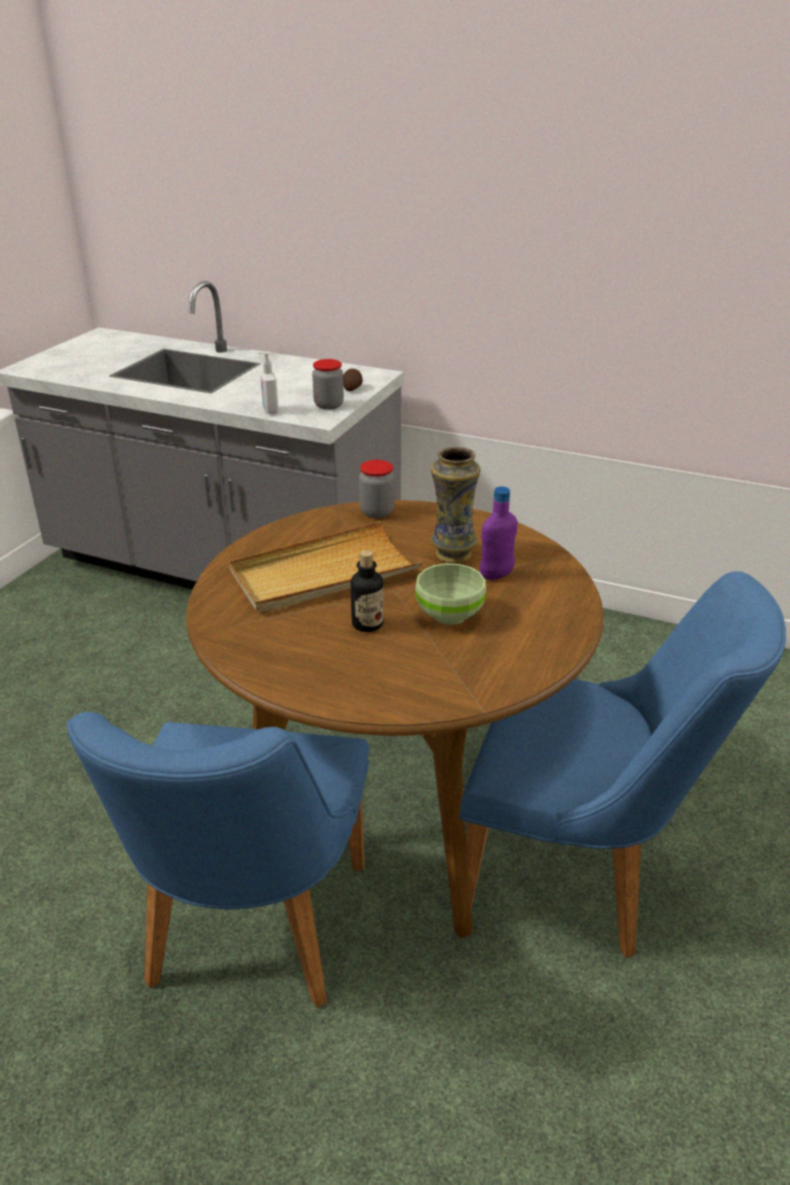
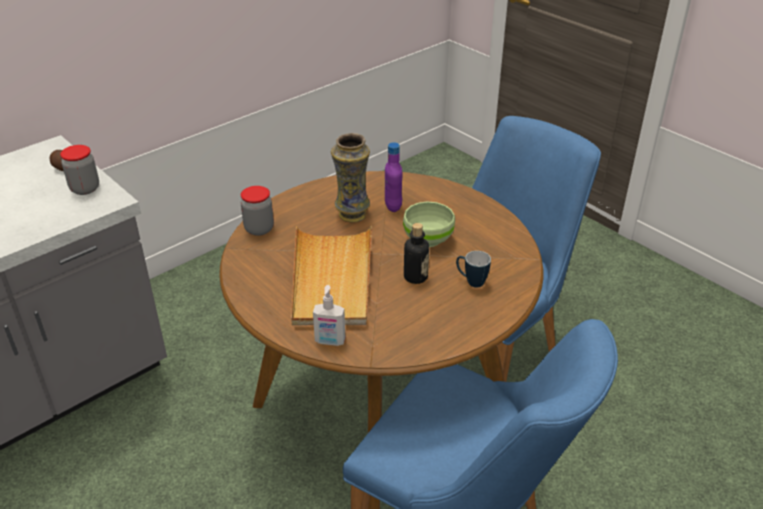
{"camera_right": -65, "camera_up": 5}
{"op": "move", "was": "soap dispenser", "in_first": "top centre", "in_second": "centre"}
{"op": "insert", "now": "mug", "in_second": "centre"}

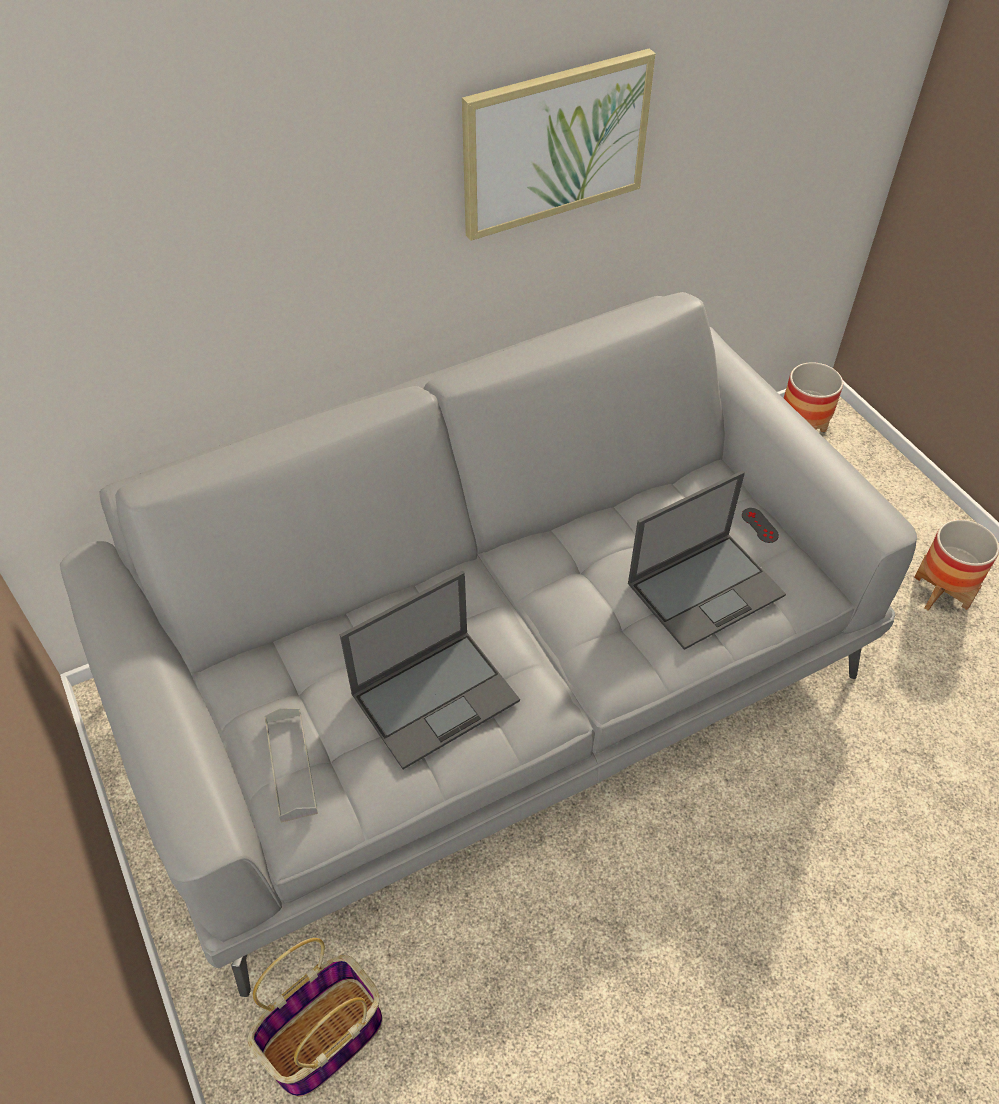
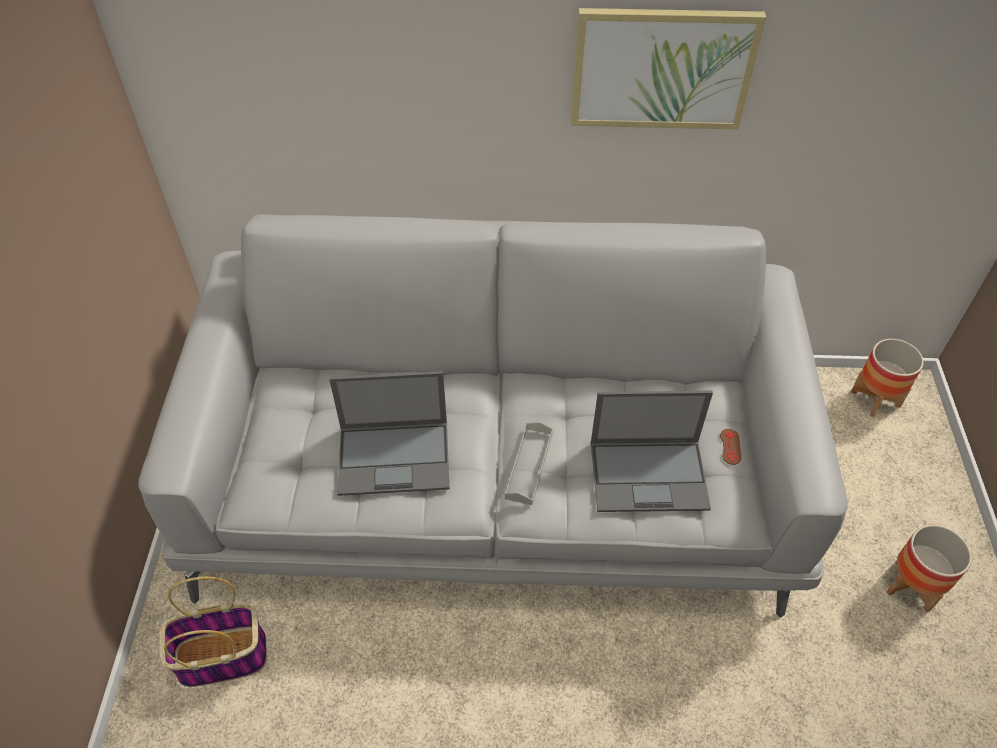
{"camera_right": 30, "camera_up": 0}
{"op": "move", "was": "grey tray", "in_first": "bottom left", "in_second": "centre"}
{"op": "recolor", "was": "grey game controller", "now": "brown game controller", "in_first": "middle right", "in_second": "middle right"}

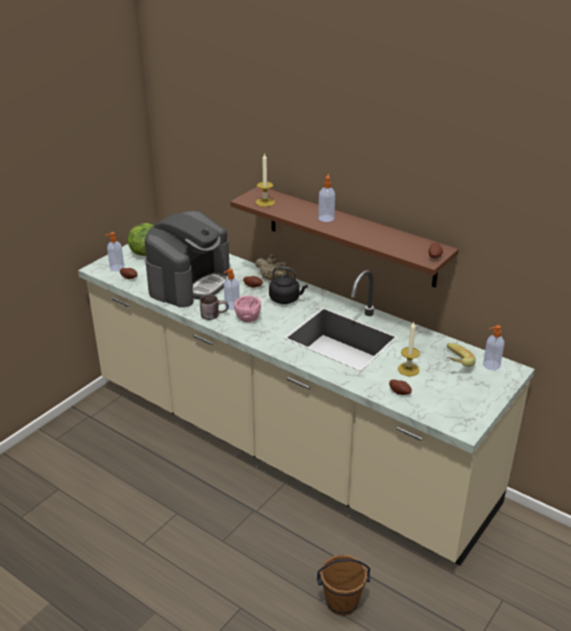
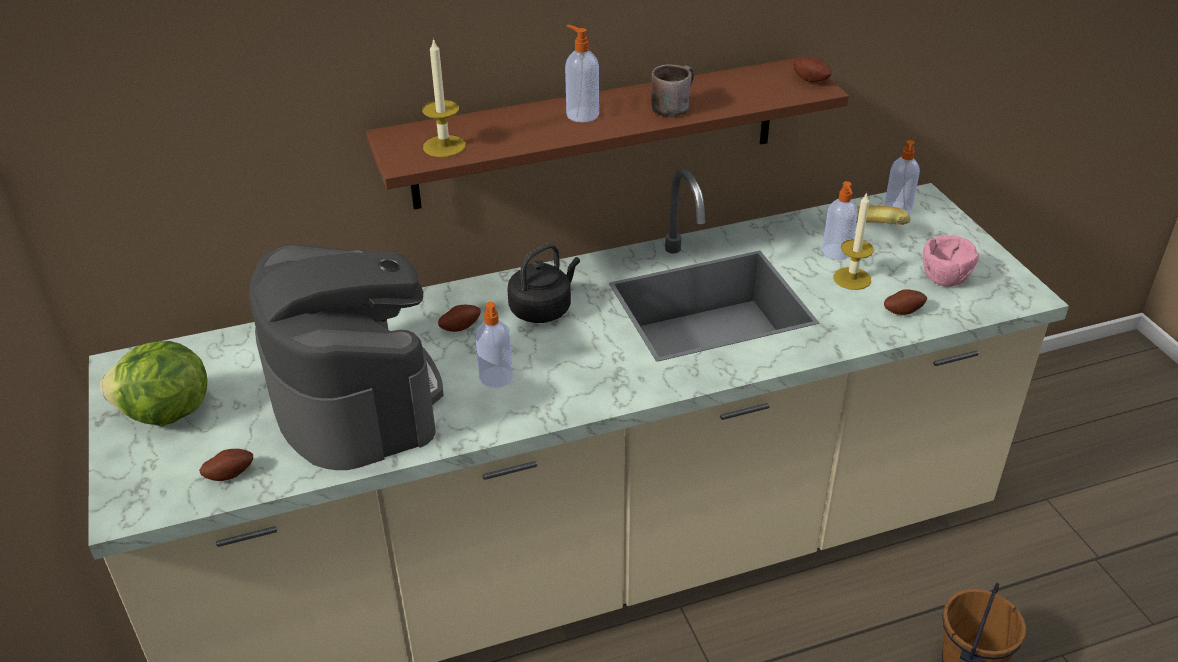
{"camera_right": -55, "camera_up": 5}
{"op": "move", "was": "soap dispenser (1st from left in the first image)", "now": "soap dispenser (3rd from left)", "in_first": "middle left", "in_second": "top right"}
{"op": "move", "was": "brown mug", "in_first": "centre", "in_second": "top centre"}
{"op": "move", "was": "pink bowl", "in_first": "centre", "in_second": "middle right"}
{"op": "delete", "was": "beige teapot", "in_first": "centre"}

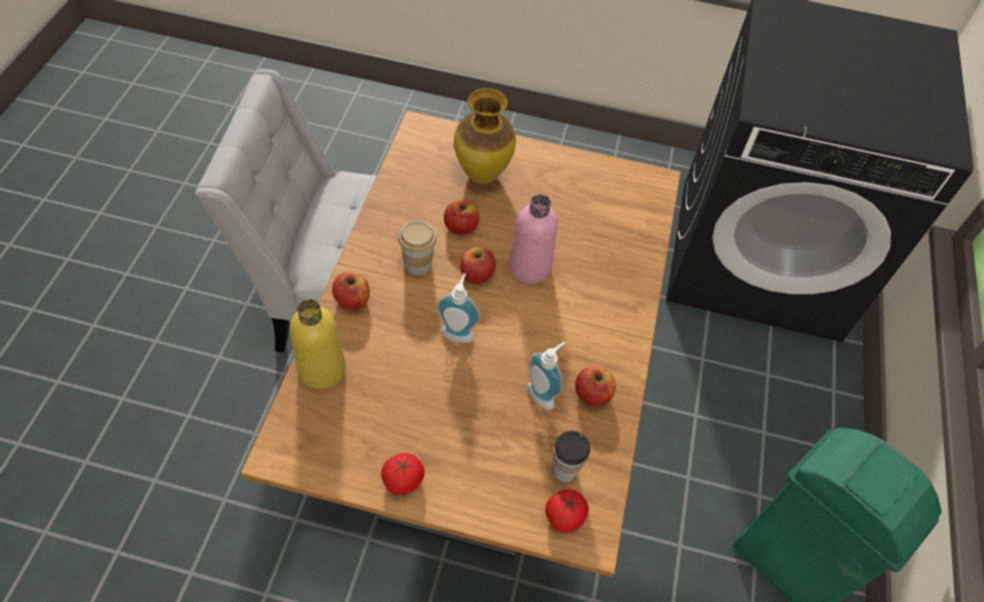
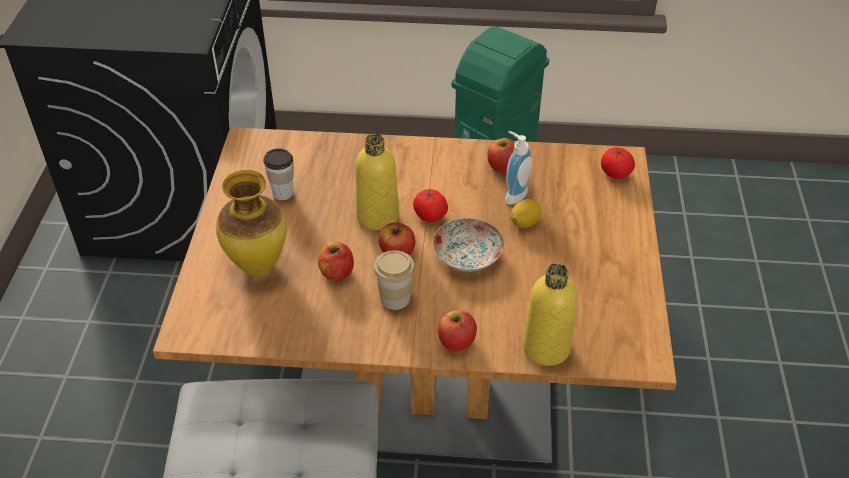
{"camera_right": -95, "camera_up": -10}
{"op": "move", "was": "tomato (1st from left)", "in_first": "bottom centre", "in_second": "centre"}
{"op": "replace", "was": "soap dispenser (1st from left)", "now": "plate", "in_first": "centre", "in_second": "centre"}
{"op": "recolor", "was": "pink bottle", "now": "yellow bottle (1st from left)", "in_first": "centre", "in_second": "centre"}
{"op": "move", "was": "cup (2nd from left in the first image)", "now": "cup (1st from left)", "in_first": "bottom centre", "in_second": "middle left"}
{"op": "insert", "now": "lemon", "in_second": "centre"}

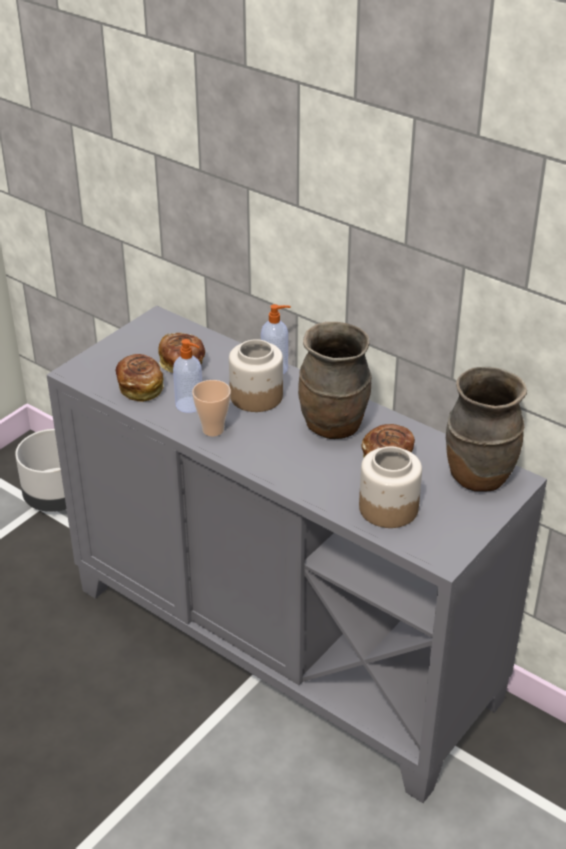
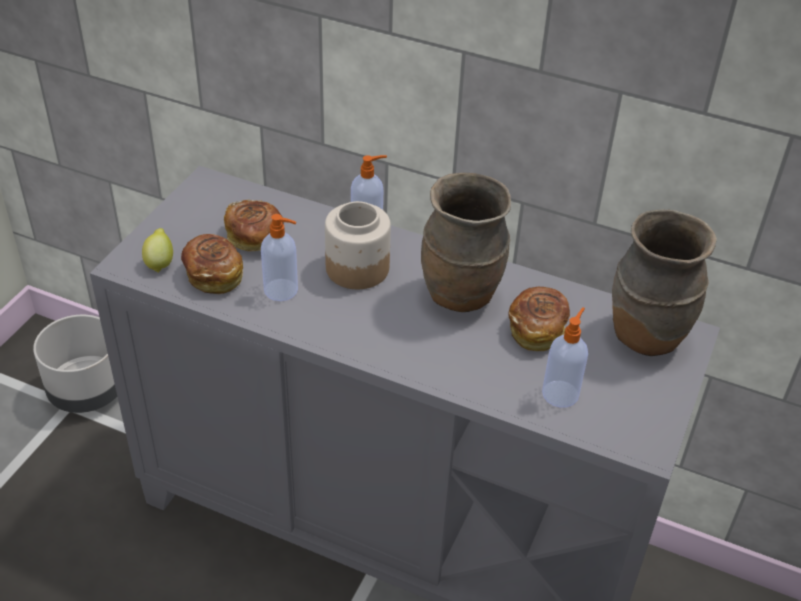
{"camera_right": -15, "camera_up": 5}
{"op": "delete", "was": "cup", "in_first": "centre"}
{"op": "replace", "was": "jar (2nd from left)", "now": "soap dispenser (3rd from left)", "in_first": "middle right", "in_second": "middle right"}
{"op": "insert", "now": "lemon", "in_second": "middle left"}

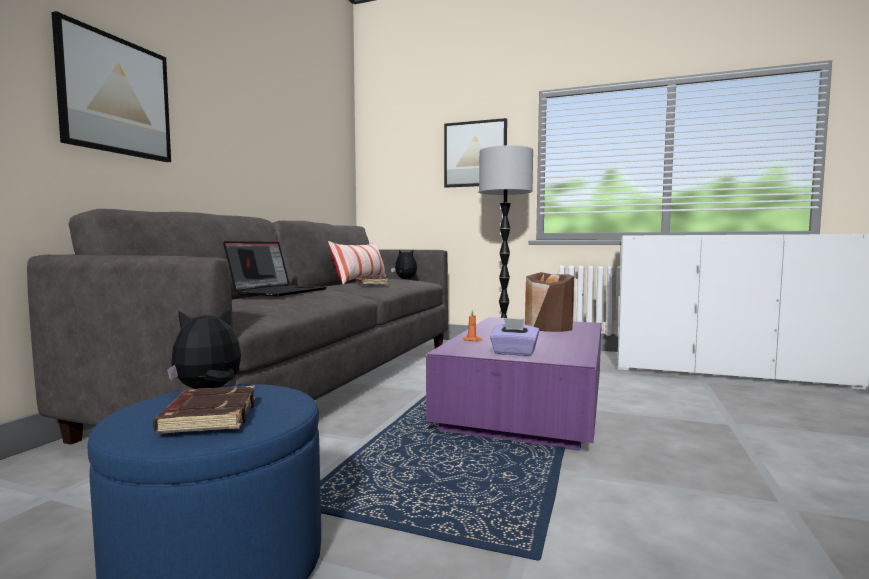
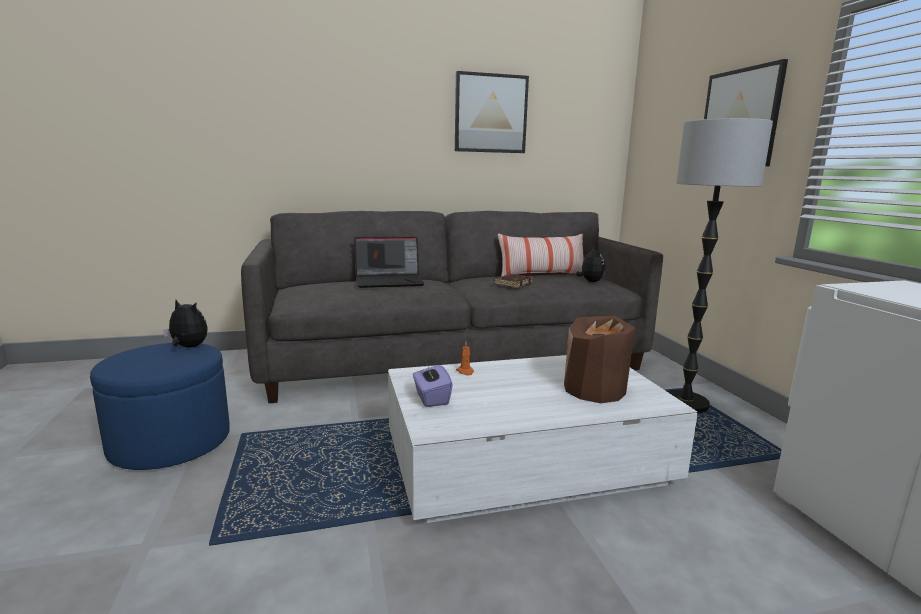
{"camera_right": 55, "camera_up": 10}
{"op": "move", "was": "picture (1st from left)", "in_first": "top left", "in_second": "top centre"}
{"op": "delete", "was": "brown book (1st from left)", "in_first": "bottom left"}
{"op": "recolor", "was": "purple coffee table", "now": "white coffee table", "in_first": "centre", "in_second": "bottom centre"}

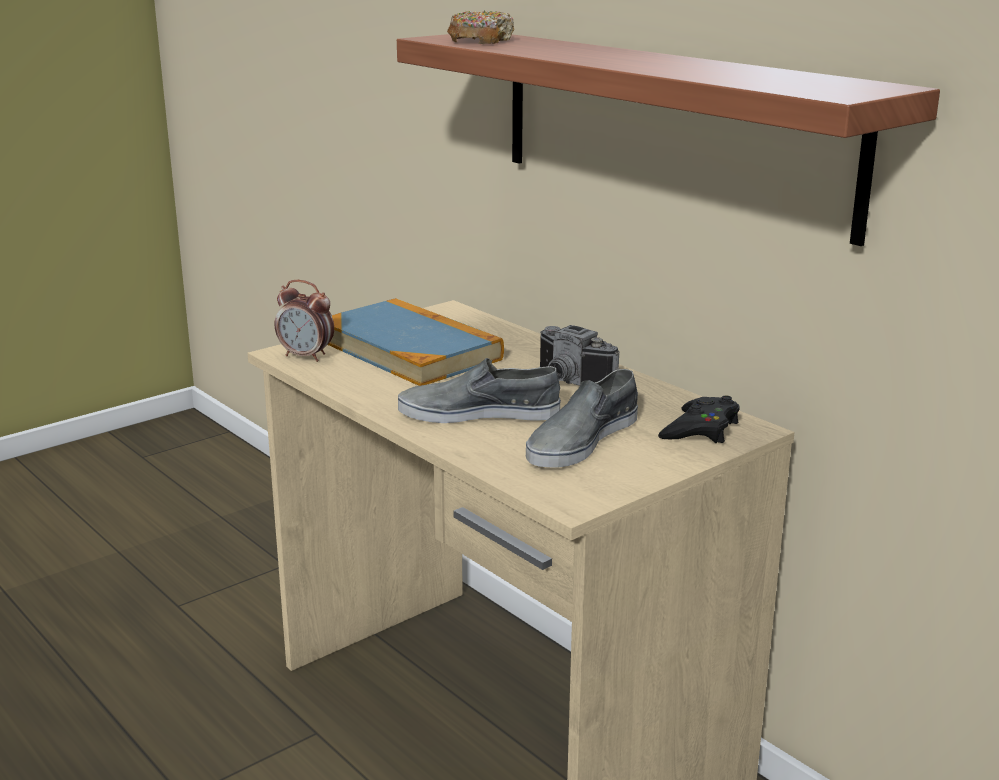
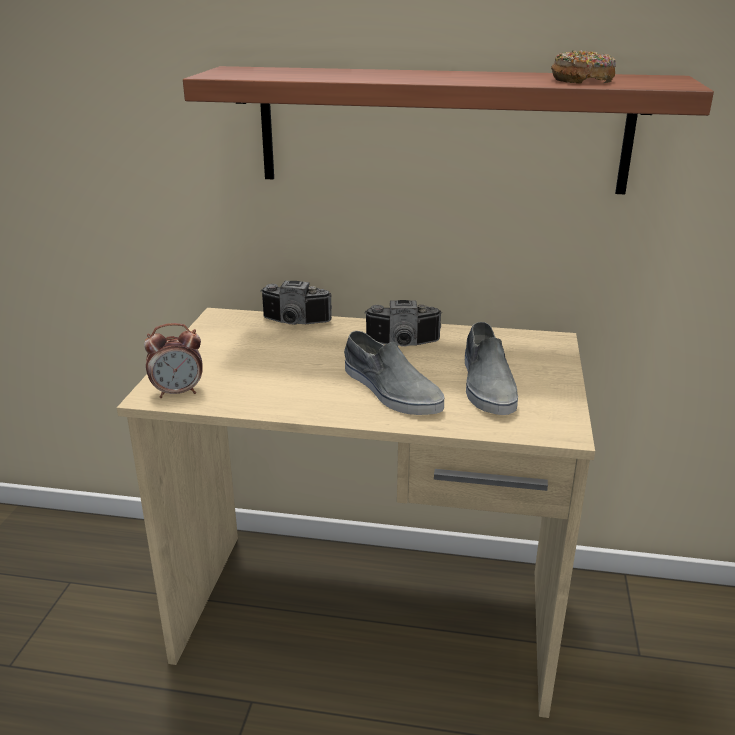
{"camera_right": -40, "camera_up": 5}
{"op": "delete", "was": "book", "in_first": "centre"}
{"op": "rotate", "was": "grey shoe (1st from left)", "in_first": "centre", "in_second": "centre", "clockwise": -90}
{"op": "move", "was": "donut", "in_first": "top centre", "in_second": "top right"}
{"op": "delete", "was": "black game controller", "in_first": "middle right"}
{"op": "insert", "now": "photo camera (1st from left)", "in_second": "centre"}

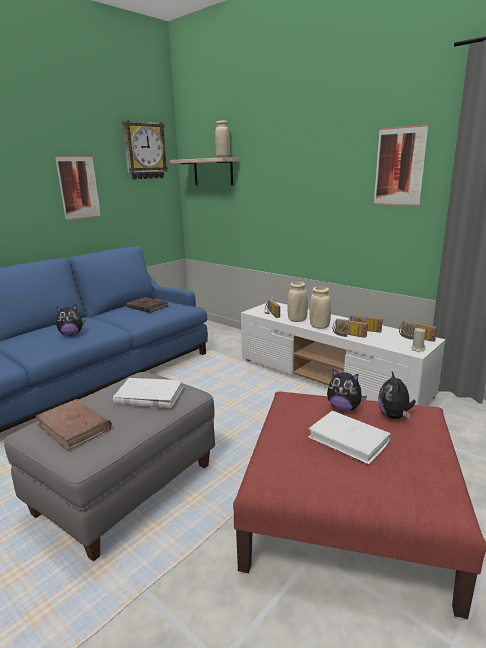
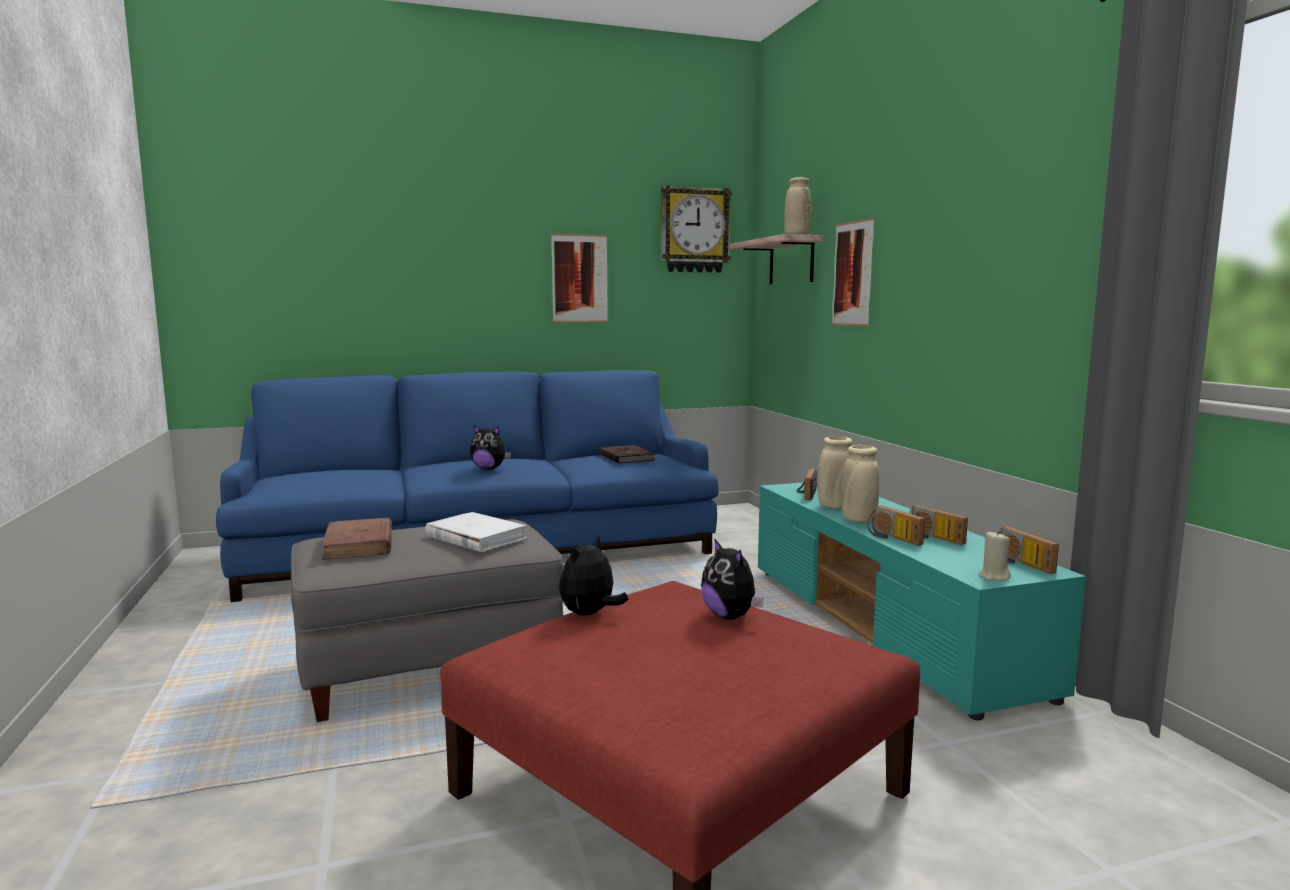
{"camera_right": 30, "camera_up": -10}
{"op": "recolor", "was": "white tv stand", "now": "turquoise tv stand", "in_first": "middle right", "in_second": "bottom right"}
{"op": "delete", "was": "white book (2nd from left)", "in_first": "bottom right"}
{"op": "move", "was": "picture (2nd from left)", "in_first": "top right", "in_second": "top centre"}
{"op": "move", "was": "plush toy (3rd from left in the first image)", "now": "plush toy (2nd from left)", "in_first": "middle right", "in_second": "centre"}

